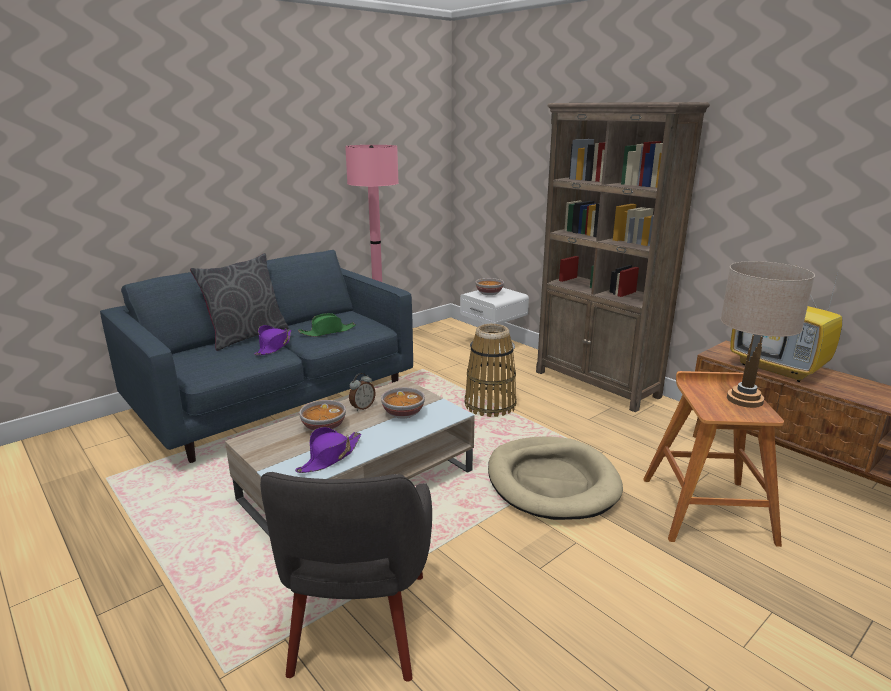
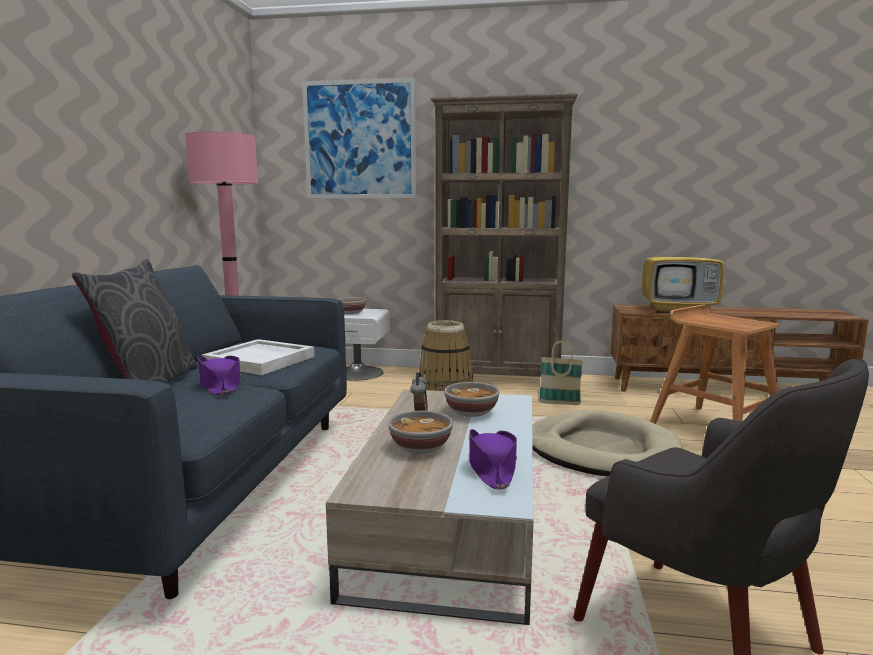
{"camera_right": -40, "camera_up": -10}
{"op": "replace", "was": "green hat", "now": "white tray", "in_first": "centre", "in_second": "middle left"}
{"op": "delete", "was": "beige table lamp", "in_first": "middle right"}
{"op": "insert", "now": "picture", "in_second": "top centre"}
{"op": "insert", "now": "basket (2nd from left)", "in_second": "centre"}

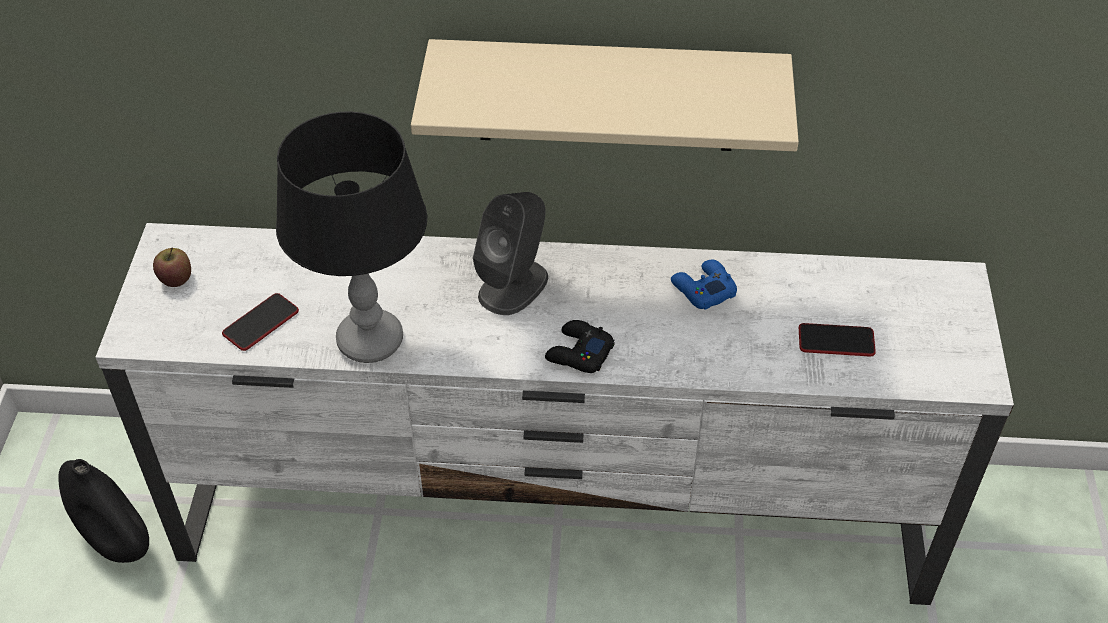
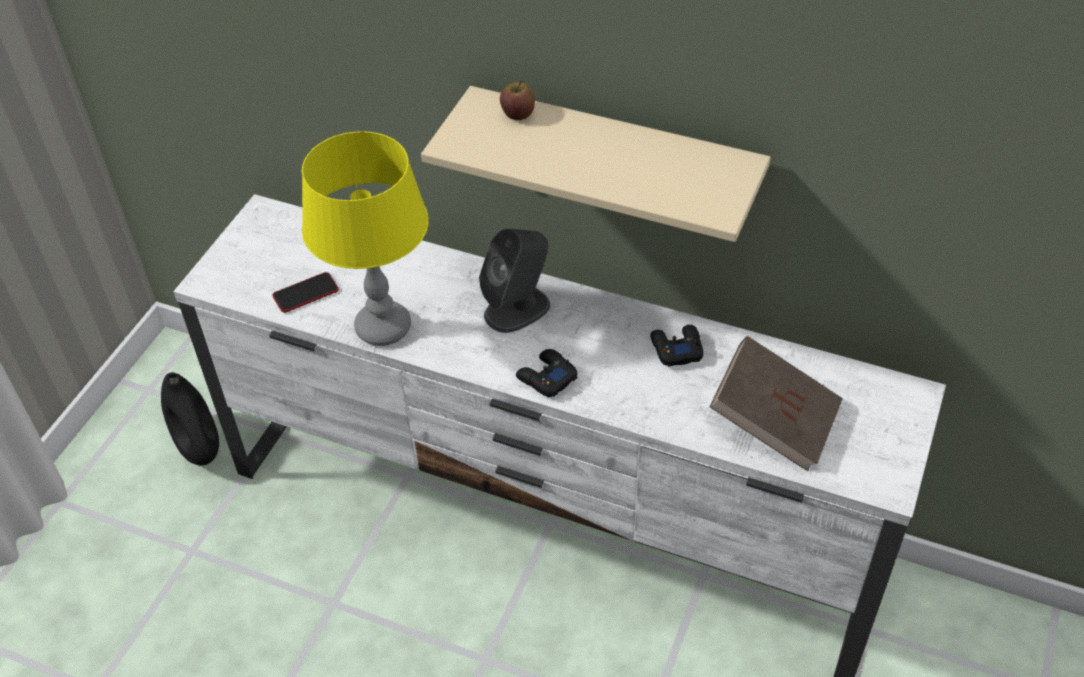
{"camera_right": 20, "camera_up": 0}
{"op": "move", "was": "apple", "in_first": "middle left", "in_second": "top centre"}
{"op": "recolor", "was": "black table lamp", "now": "yellow table lamp", "in_first": "middle left", "in_second": "centre"}
{"op": "recolor", "was": "blue game controller", "now": "black game controller (2nd from left)", "in_first": "centre", "in_second": "centre"}
{"op": "replace", "was": "phone (2nd from left)", "now": "brown book", "in_first": "middle right", "in_second": "middle right"}

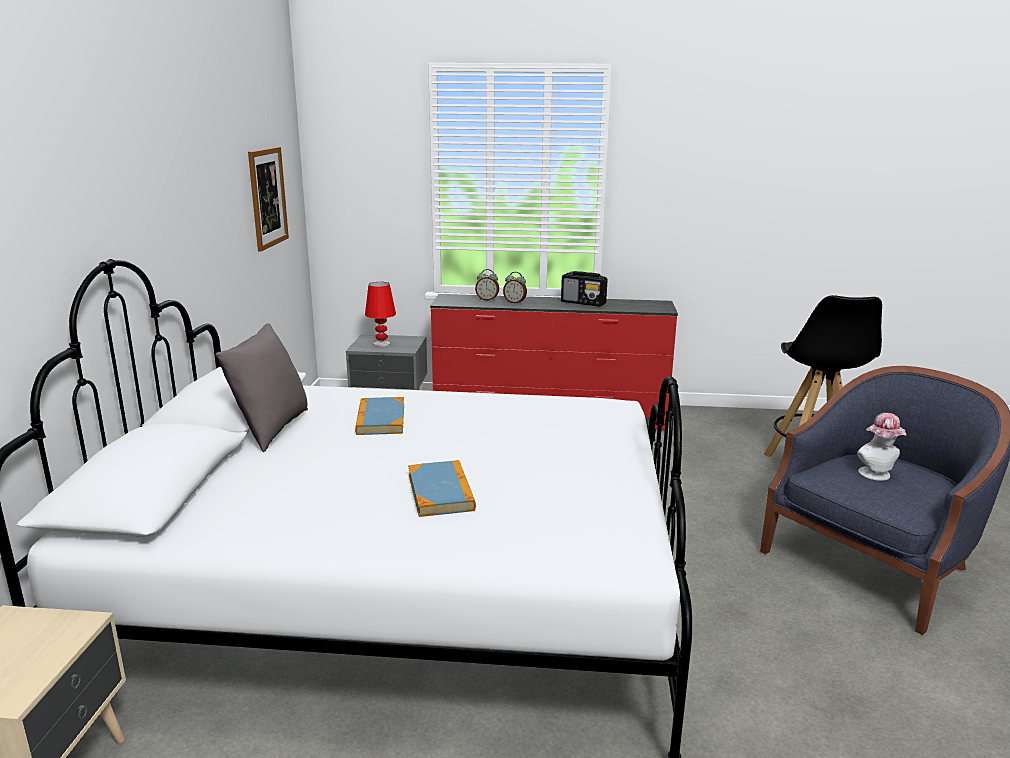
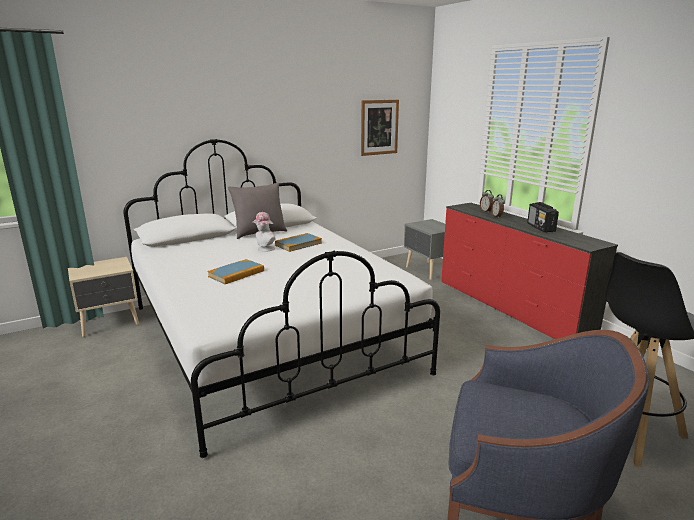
{"camera_right": 55, "camera_up": 0}
{"op": "delete", "was": "red table lamp", "in_first": "centre"}
{"op": "move", "was": "hat", "in_first": "middle right", "in_second": "centre"}

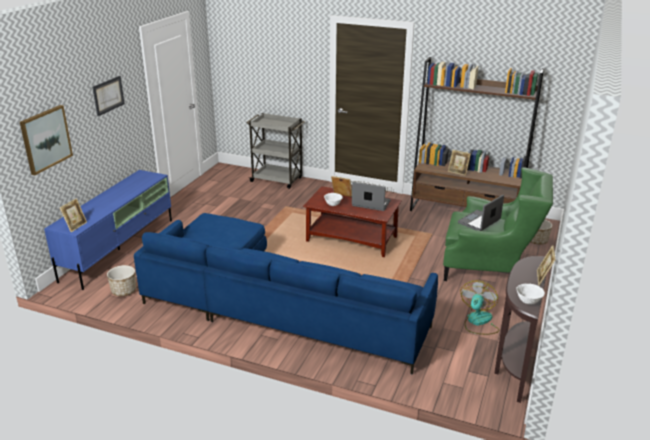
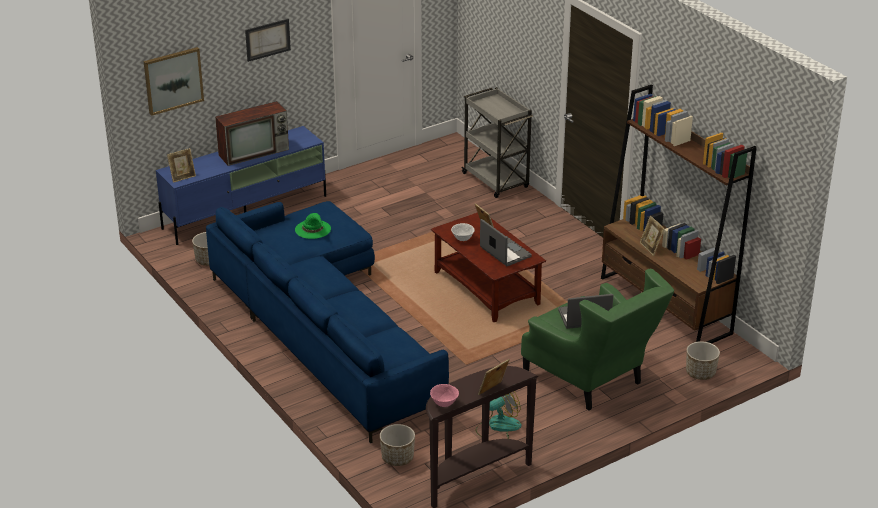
{"camera_right": 35, "camera_up": 5}
{"op": "recolor", "was": "white bowl (2nd from left)", "now": "pink bowl", "in_first": "bottom right", "in_second": "bottom centre"}
{"op": "insert", "now": "television", "in_second": "top left"}
{"op": "insert", "now": "green hat", "in_second": "centre"}
{"op": "insert", "now": "planter (2nd from left)", "in_second": "bottom centre"}

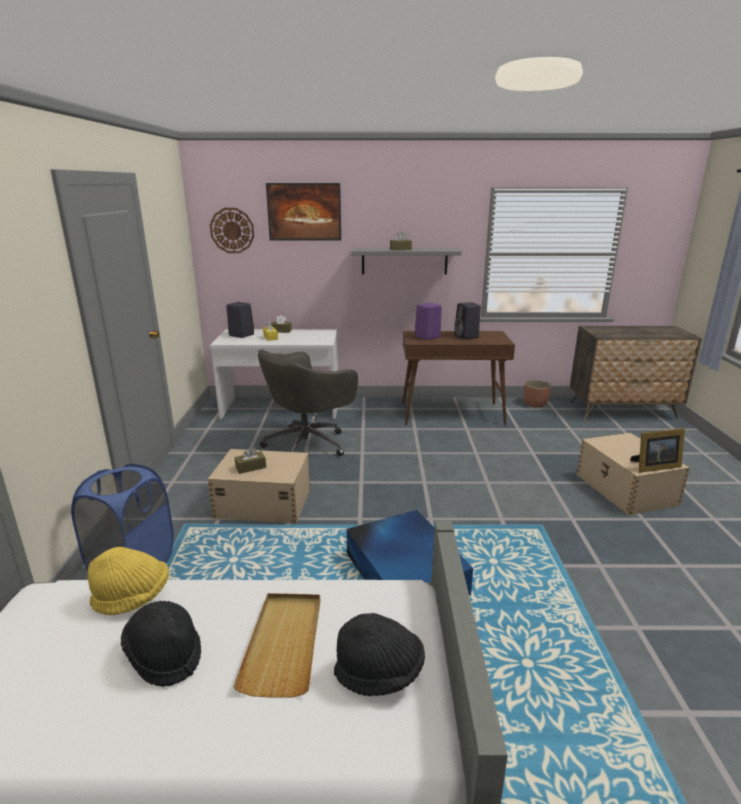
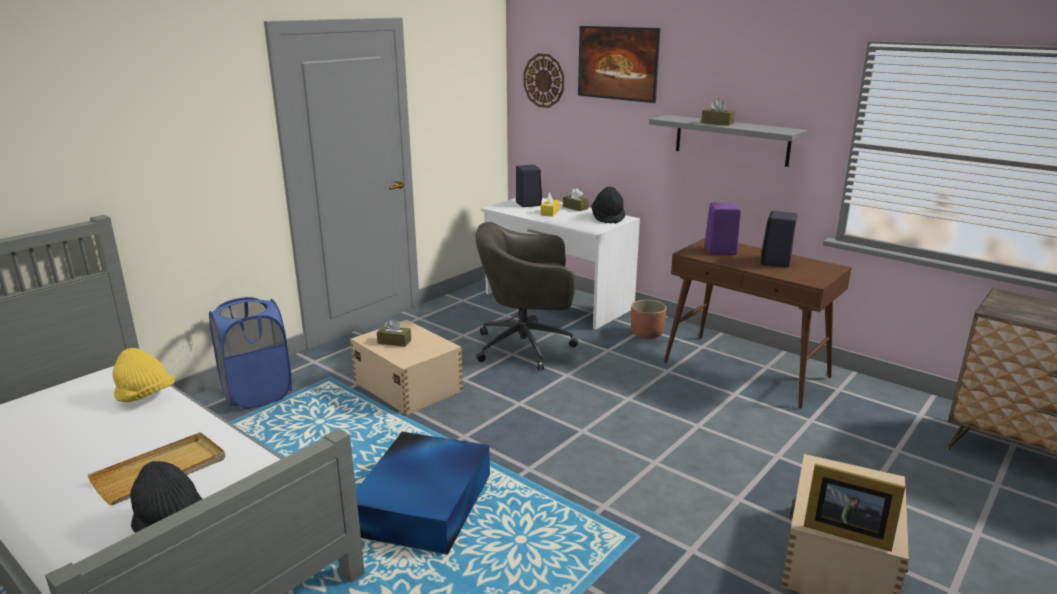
{"camera_right": 40, "camera_up": 0}
{"op": "move", "was": "black hat (1st from left in the first image)", "now": "black hat (2nd from left)", "in_first": "bottom left", "in_second": "centre"}
{"op": "move", "was": "planter", "in_first": "middle right", "in_second": "centre"}

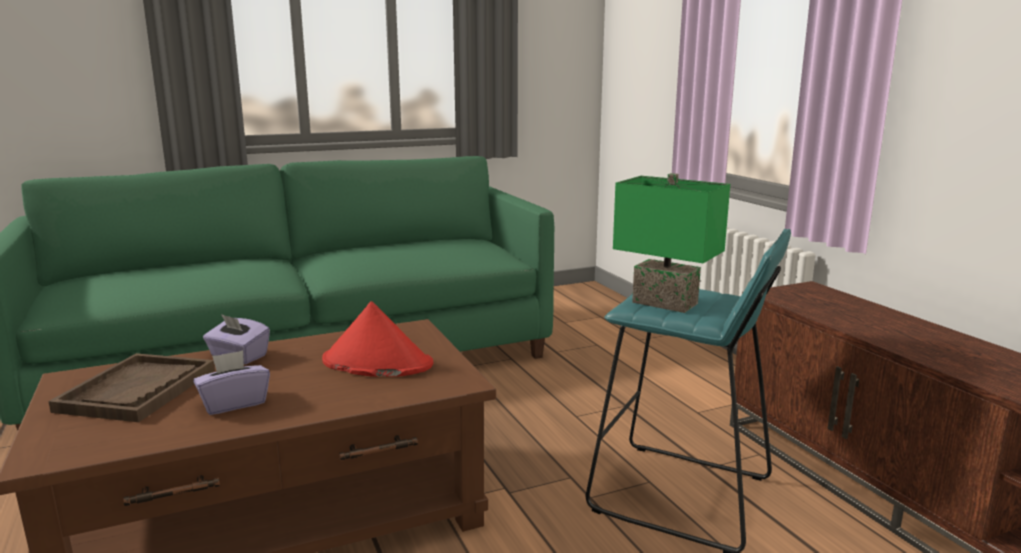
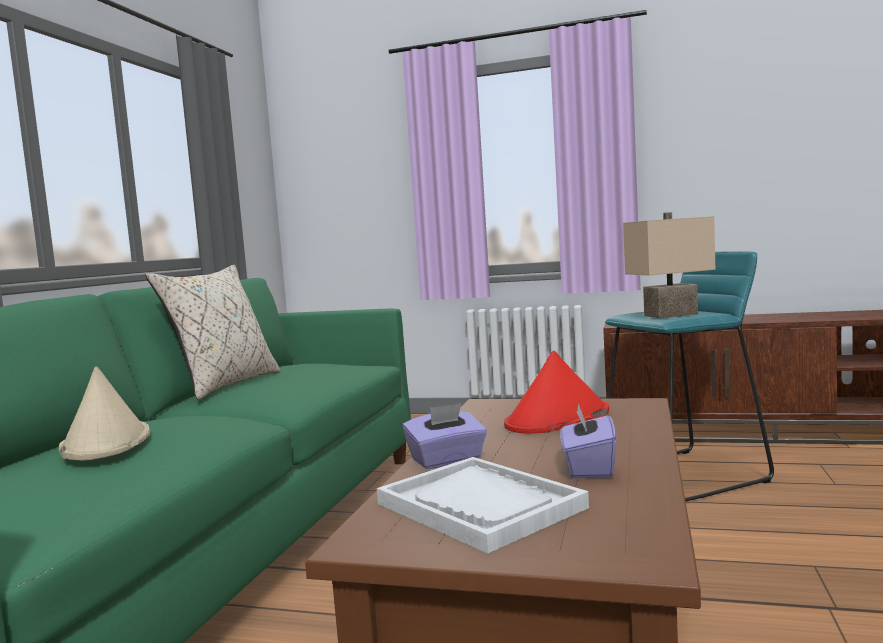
{"camera_right": -50, "camera_up": -10}
{"op": "recolor", "was": "brown tray", "now": "white tray", "in_first": "bottom left", "in_second": "bottom centre"}
{"op": "recolor", "was": "green table lamp", "now": "beige table lamp", "in_first": "centre", "in_second": "middle right"}
{"op": "insert", "now": "beige hat", "in_second": "middle left"}
{"op": "insert", "now": "beige pillow", "in_second": "middle left"}

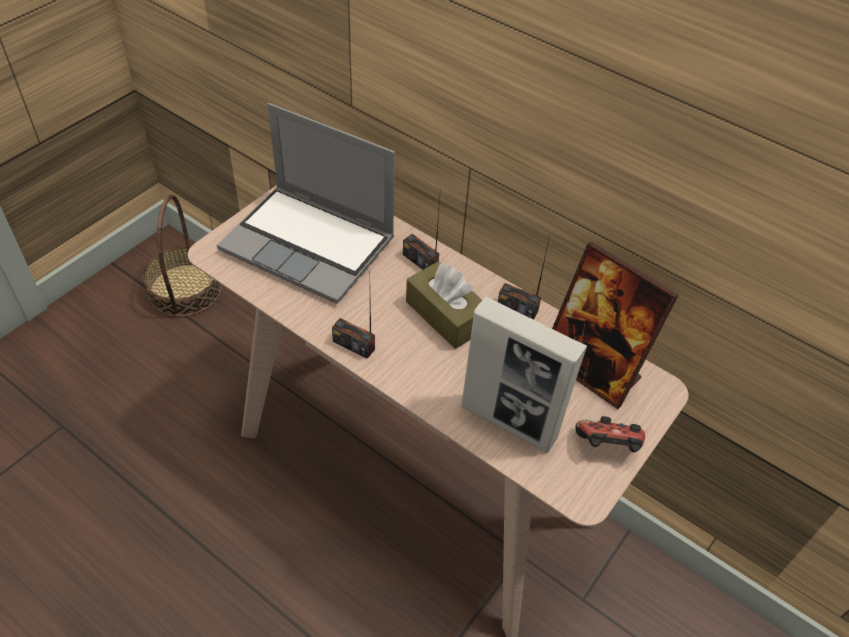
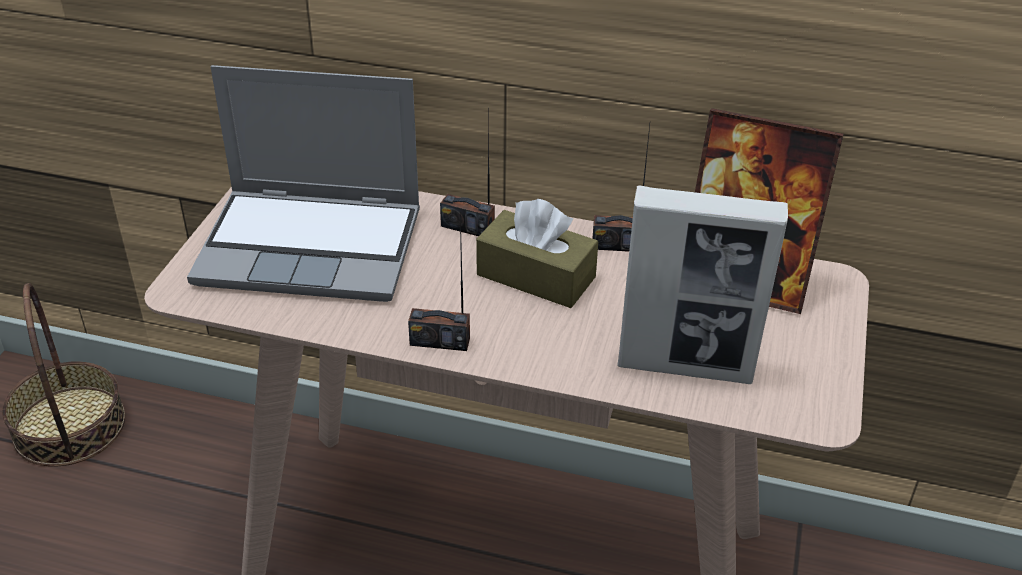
{"camera_right": -20, "camera_up": -10}
{"op": "delete", "was": "game controller", "in_first": "bottom right"}

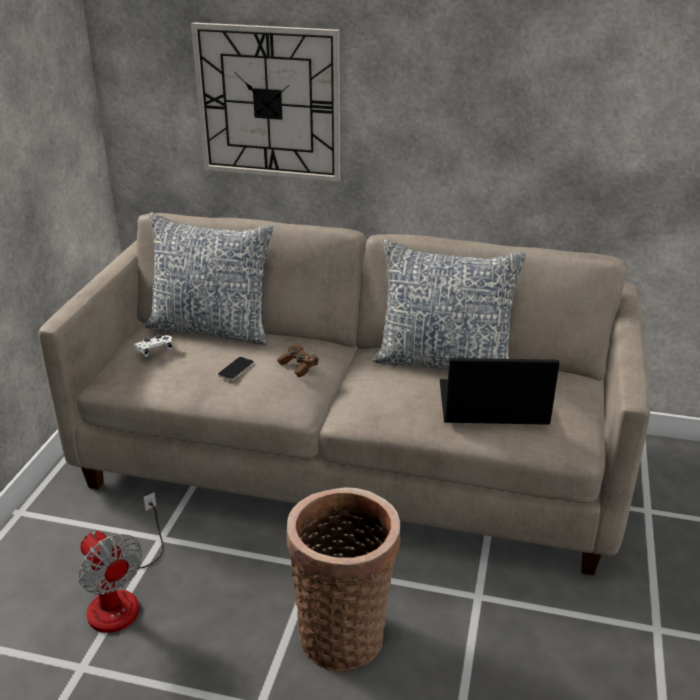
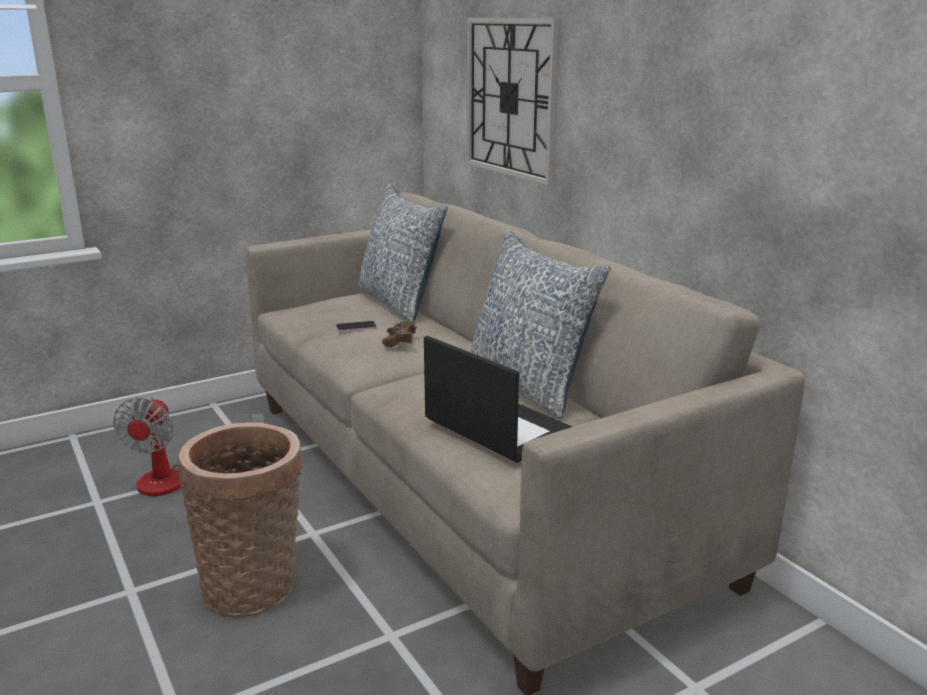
{"camera_right": 45, "camera_up": -10}
{"op": "delete", "was": "white game controller", "in_first": "middle left"}

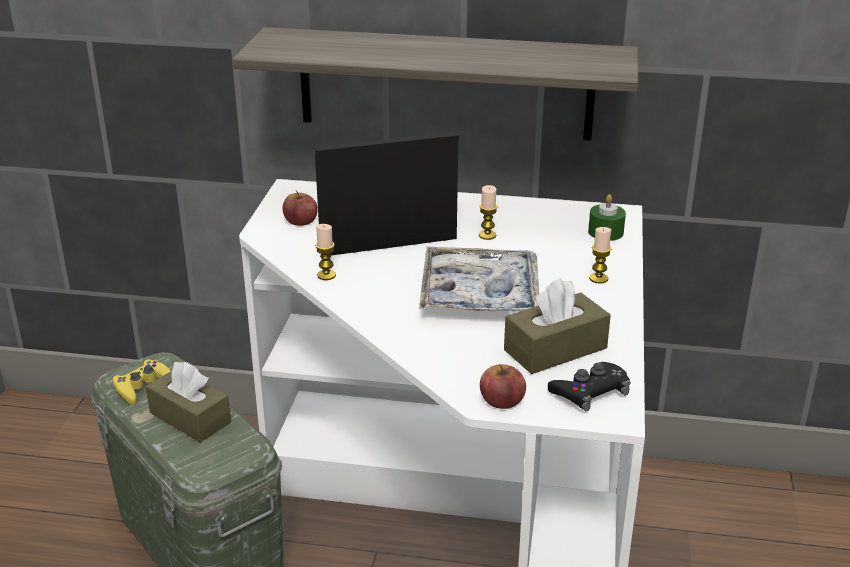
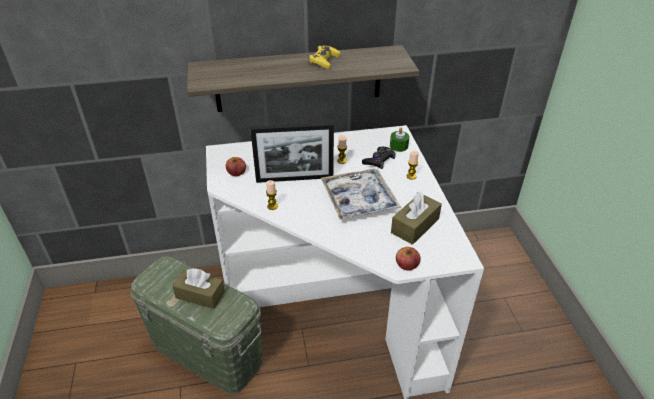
{"camera_right": -20, "camera_up": 10}
{"op": "move", "was": "yellow game controller", "in_first": "bottom left", "in_second": "top centre"}
{"op": "rotate", "was": "picture frame", "in_first": "centre", "in_second": "centre", "clockwise": -150}
{"op": "move", "was": "black game controller", "in_first": "bottom right", "in_second": "centre"}

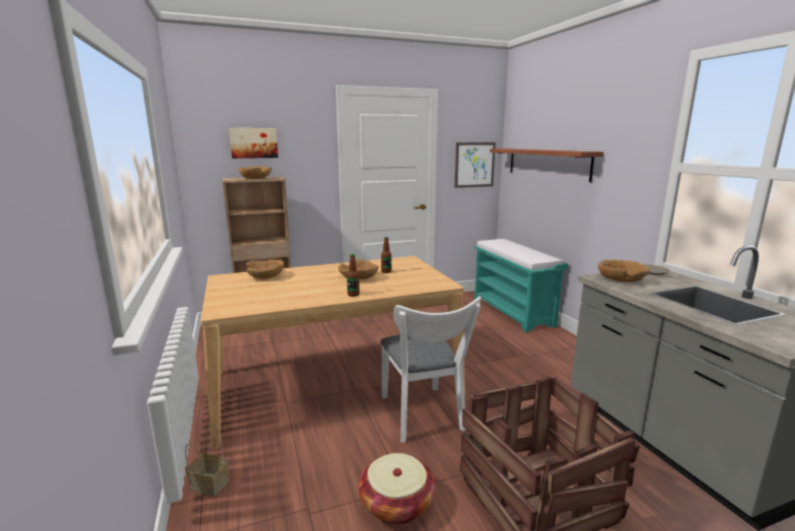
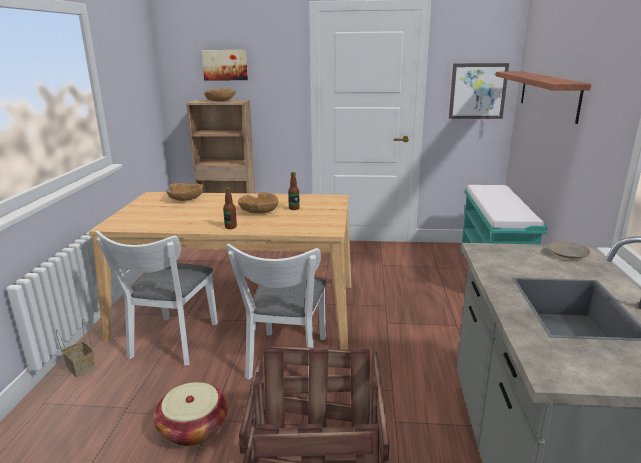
{"camera_right": 25, "camera_up": 5}
{"op": "delete", "was": "brown bowl (4th from left)", "in_first": "middle right"}
{"op": "insert", "now": "white chair (1st from left)", "in_second": "middle left"}

